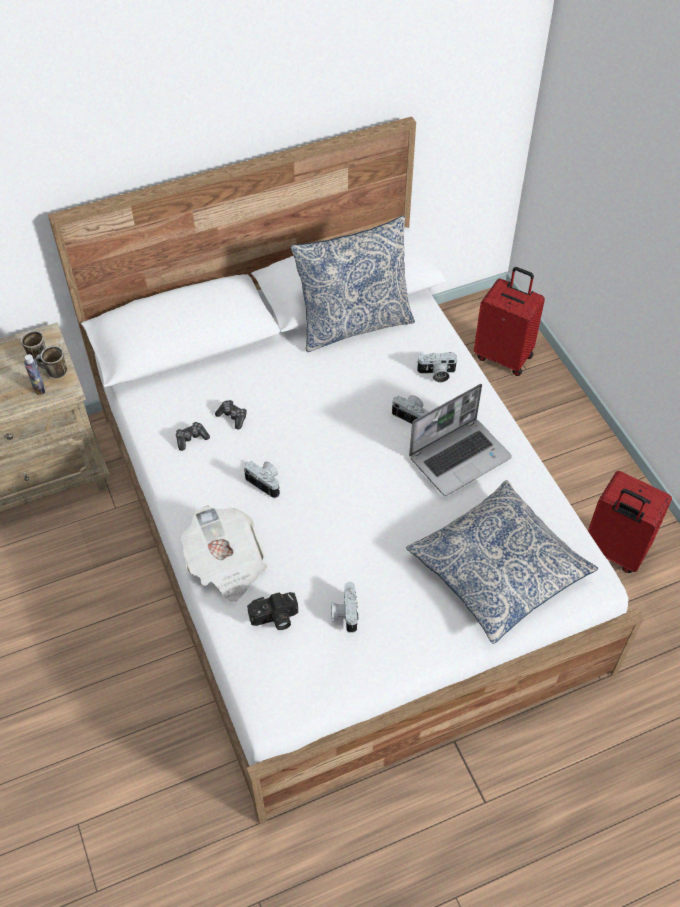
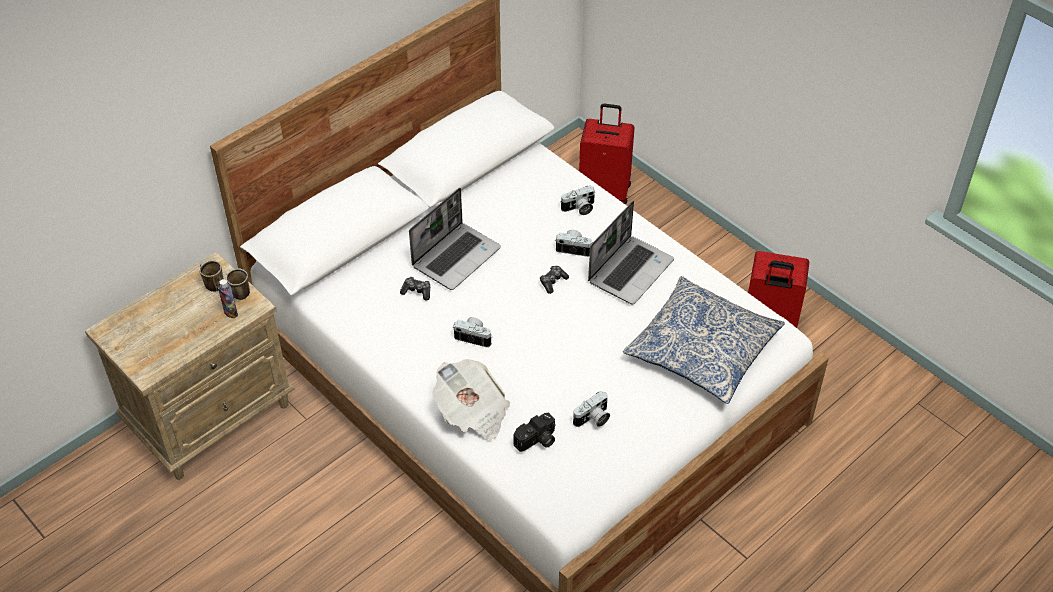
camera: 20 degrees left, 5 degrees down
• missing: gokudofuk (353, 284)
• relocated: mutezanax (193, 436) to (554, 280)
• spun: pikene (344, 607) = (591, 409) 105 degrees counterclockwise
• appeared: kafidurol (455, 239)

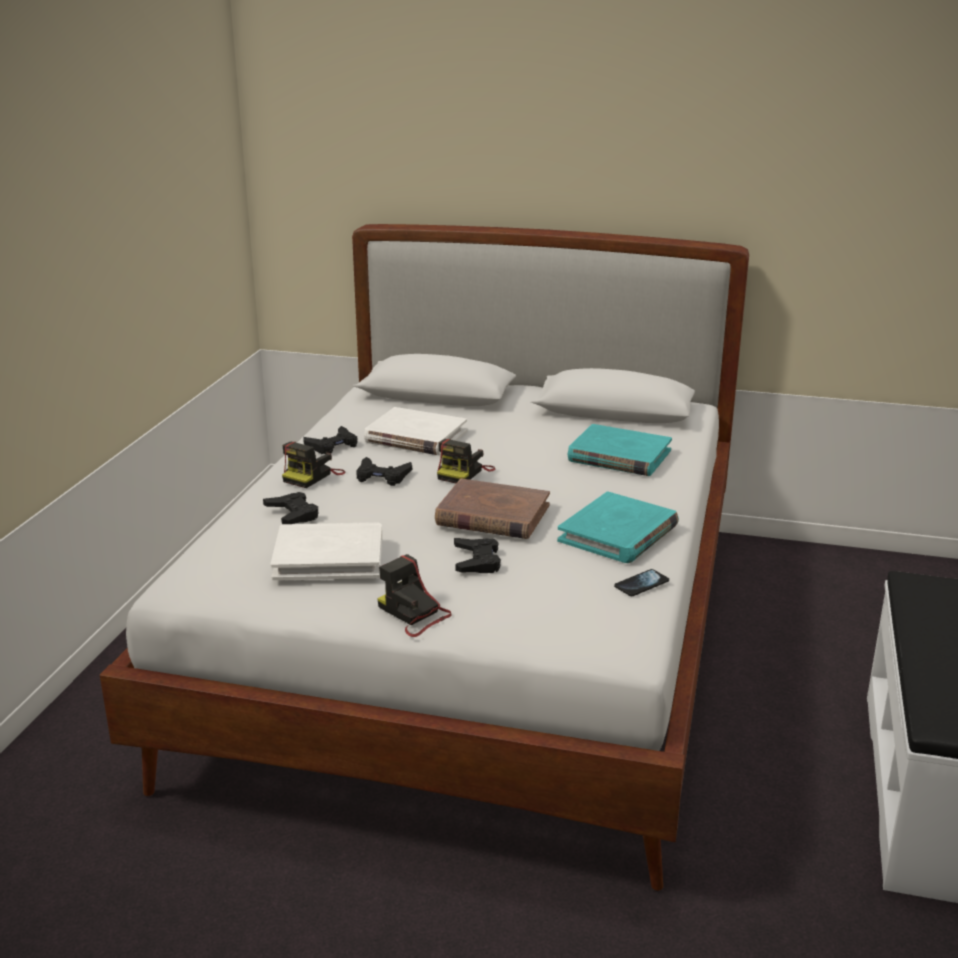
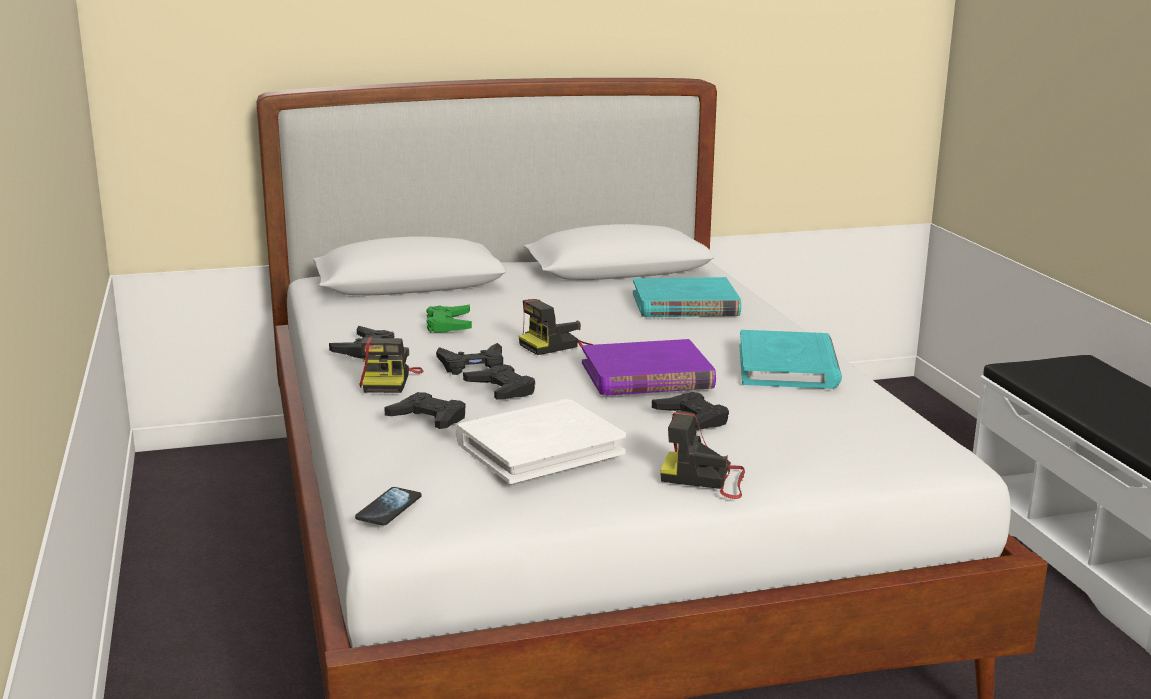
camera: 30 degrees left, 5 degrees down
• exchanged: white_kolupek (415, 431) to green_mutezanax (449, 318)
• spun: pikene (466, 461) = (556, 327) 60 degrees clockwise
• colour: brown_kolupek (492, 509) to purple_kolupek (649, 367)
• relocated: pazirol (641, 582) to (388, 506)
• appeared: black_mutezanax (499, 382)

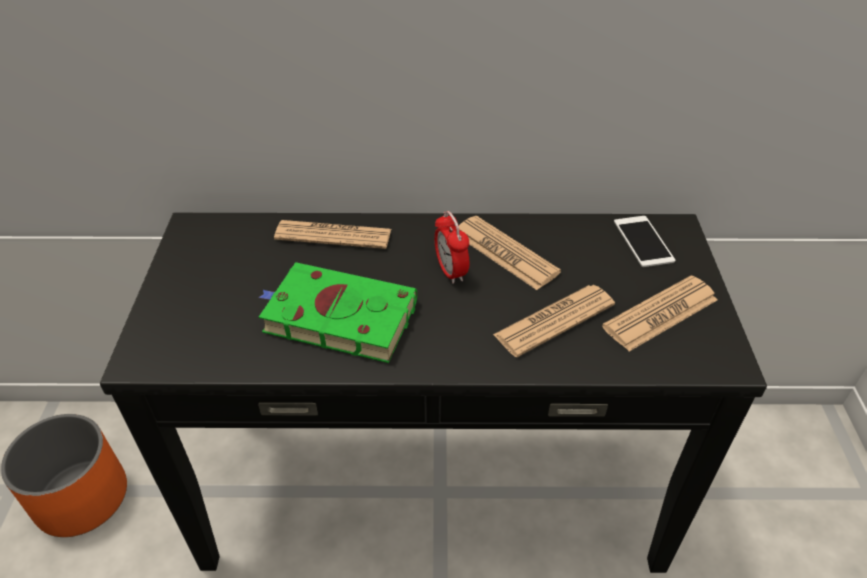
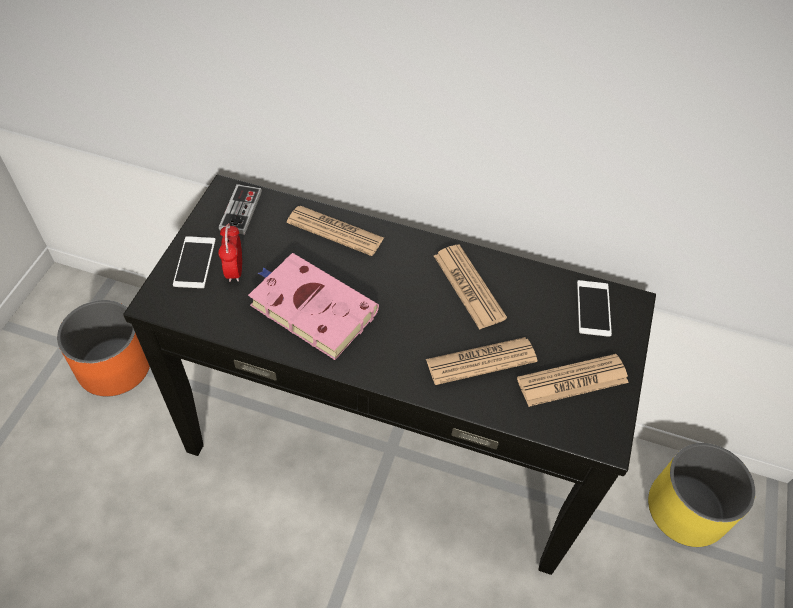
camera: 15 degrees right, 10 degrees up
• relocated: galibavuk (451, 247) to (230, 252)
• colour: green_kolupek (337, 312) to pink_kolupek (313, 306)
• appeared: mutezanax (240, 209)
• appeared: pazirol (194, 262)
• appeared: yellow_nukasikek (702, 495)

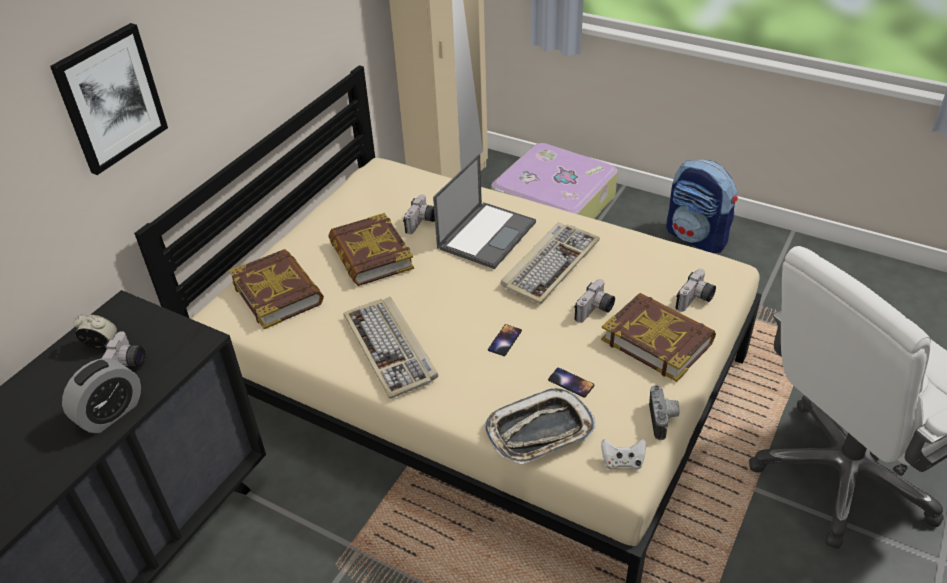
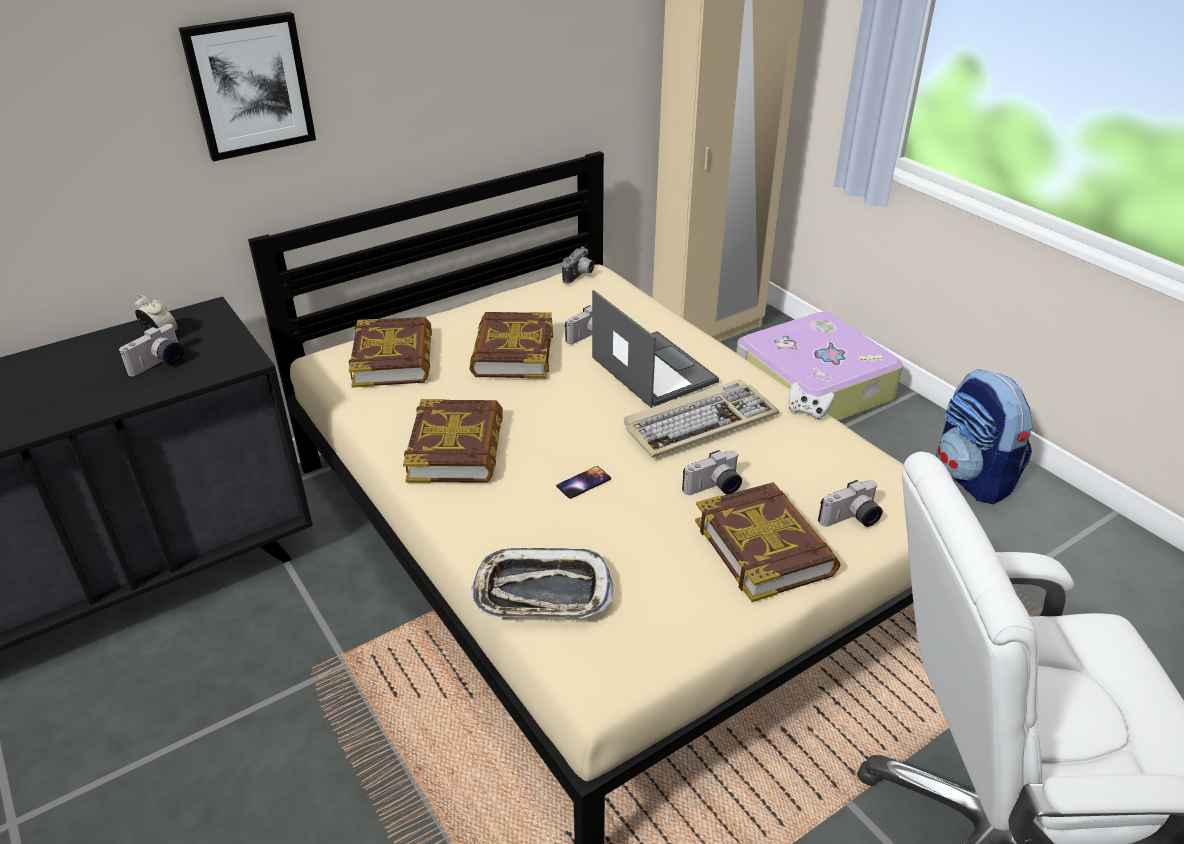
camera: 25 degrees right, 5 degrees down
• spun: kafidurol (484, 211) = (655, 349) 90 degrees counterclockwise
• exchanged: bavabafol (391, 348) to kolupek (453, 441)
• missing: galibavuk (101, 395)
• missing: pazirol (571, 383)
• relocated: pikene (664, 412) to (578, 265)
• relocated: white_mutezanax (623, 454) to (812, 400)

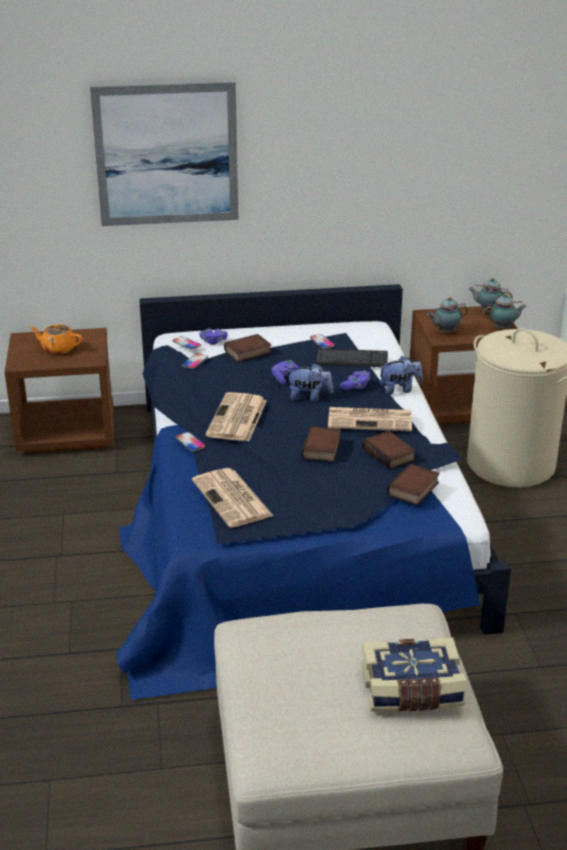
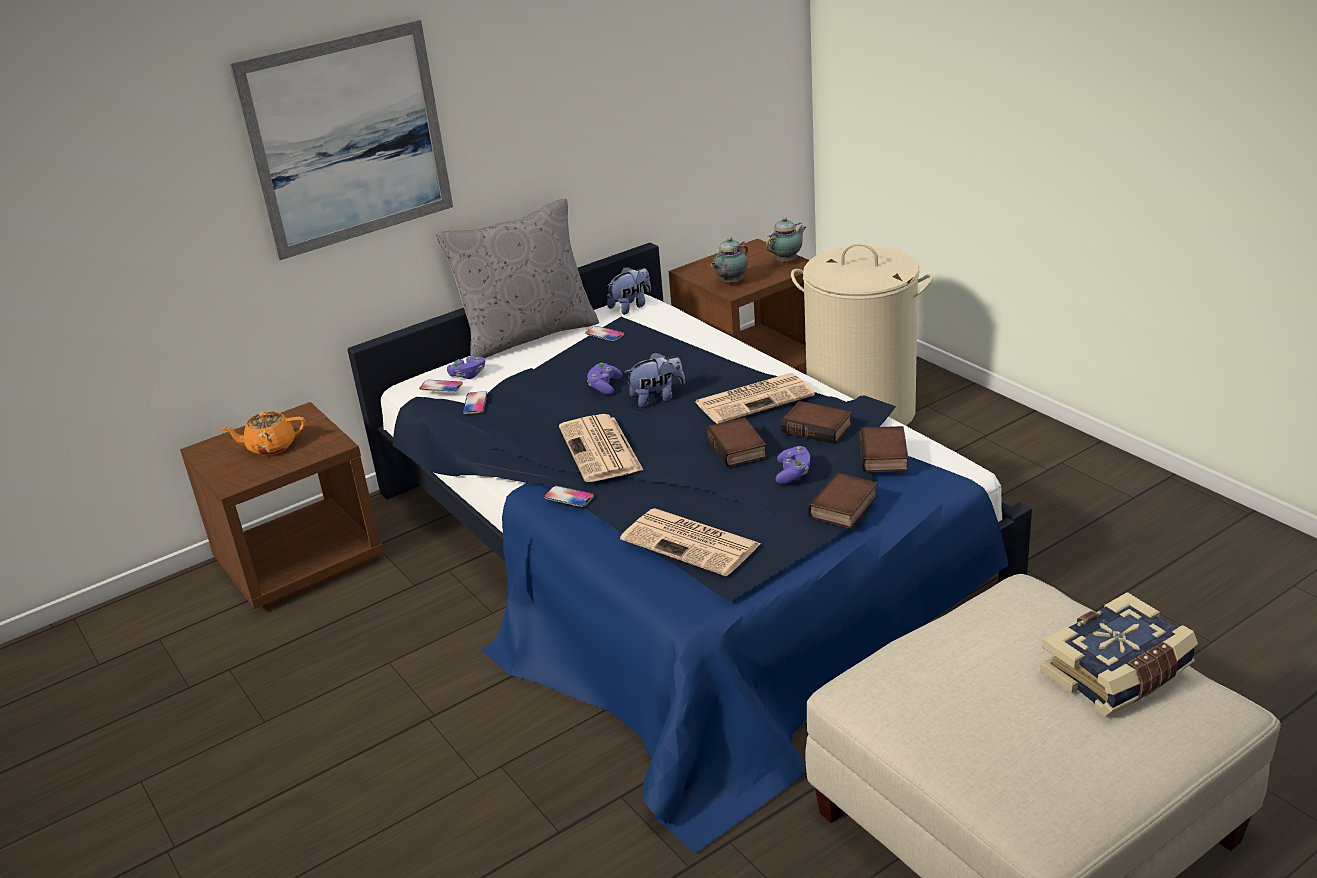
camera: 25 degrees left, 0 degrees up
• missing: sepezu (491, 295)
• relocated: kolupek (248, 348) to (843, 500)
• missing: bavabafol (352, 358)
• relocated: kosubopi (401, 375) to (629, 291)
• relocated: purple_mutezanax (355, 380) to (793, 465)
• appeared: grey_gokudofuk (517, 279)

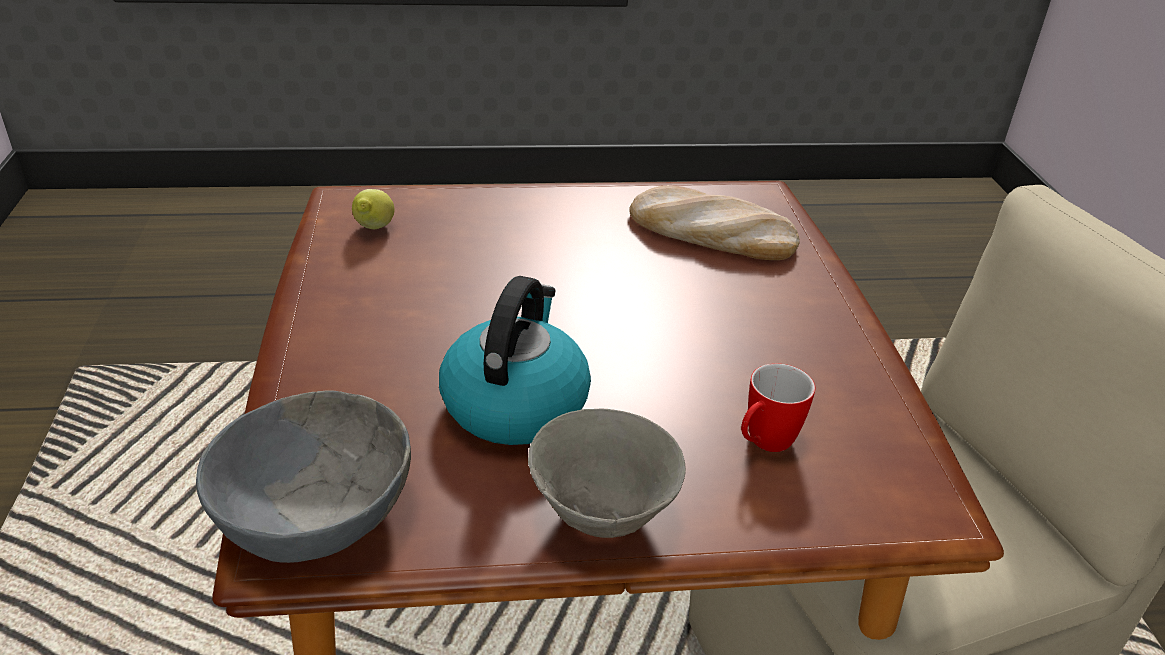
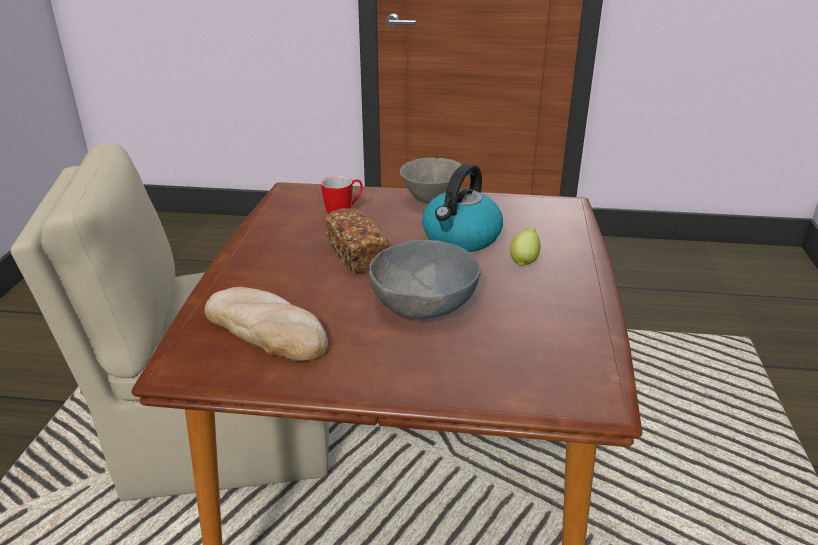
camera: 165 degrees left, 5 degrees down
• relocated: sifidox (373, 209) to (525, 247)
• relocated: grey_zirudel (303, 476) to (425, 279)
• appeared: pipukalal (357, 241)

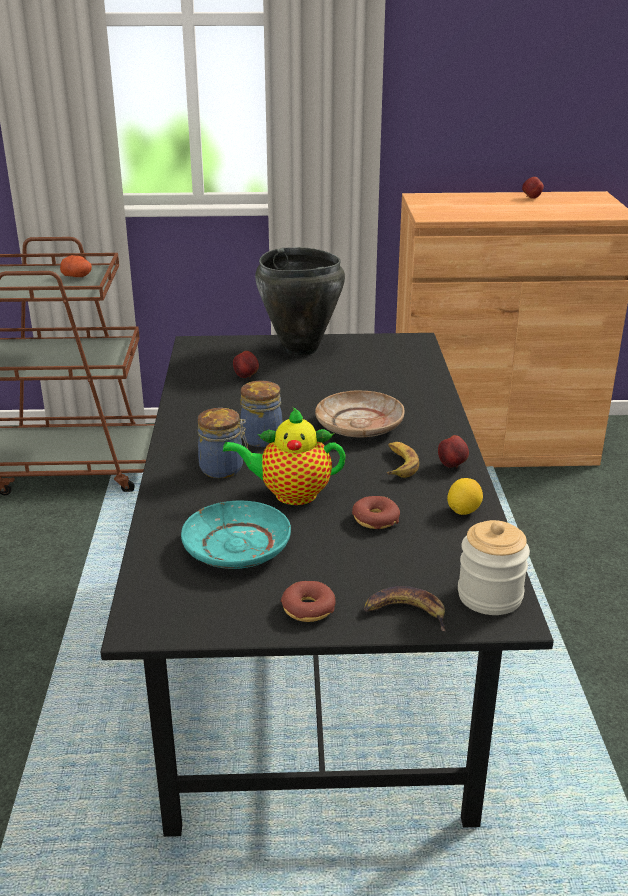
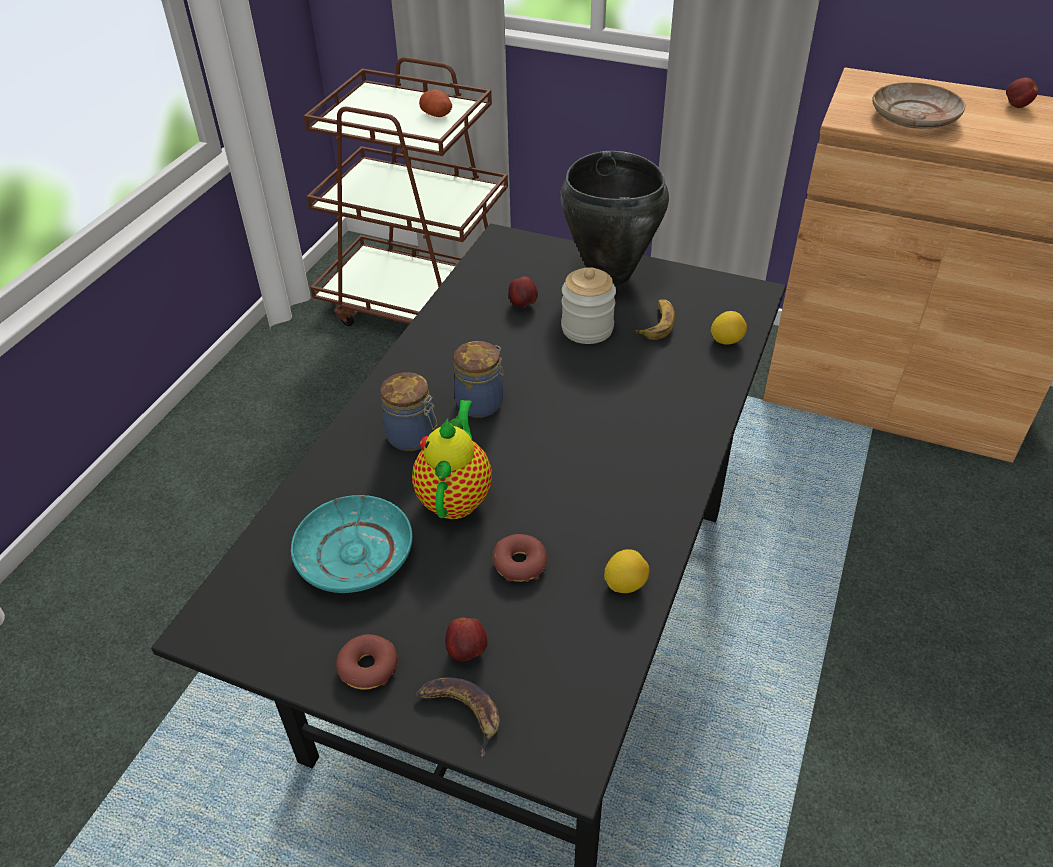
camera: 25 degrees right, 15 degrees up
• relocated: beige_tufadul (360, 414) to (919, 105)
• spun: sepezu (284, 456) = (452, 459) 75 degrees clockwise
• relocated: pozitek (453, 452) to (466, 639)
• relocated: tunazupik (403, 460) to (655, 319)
• relocated: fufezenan (494, 567) to (588, 305)
• appeared: sifidox (729, 328)

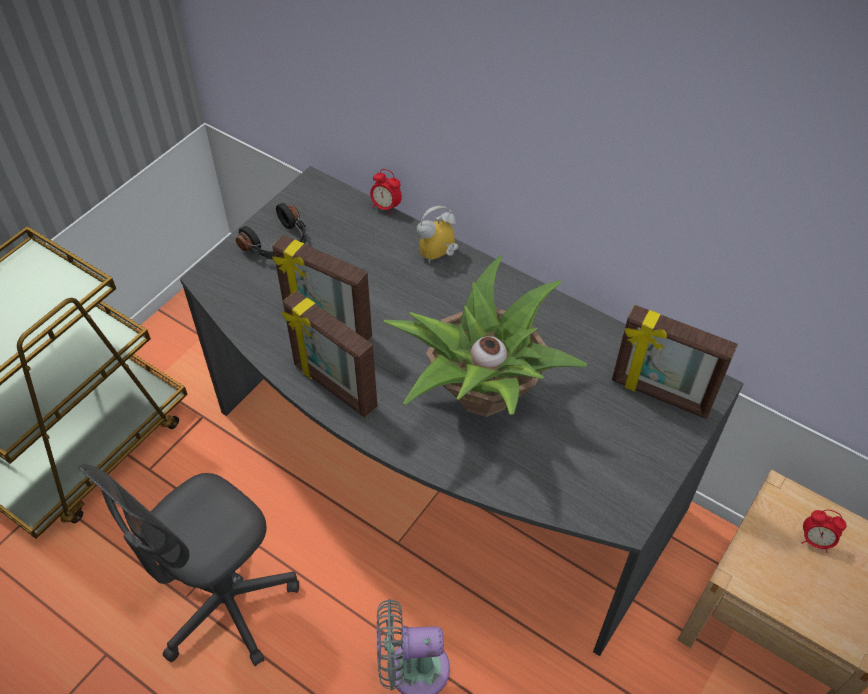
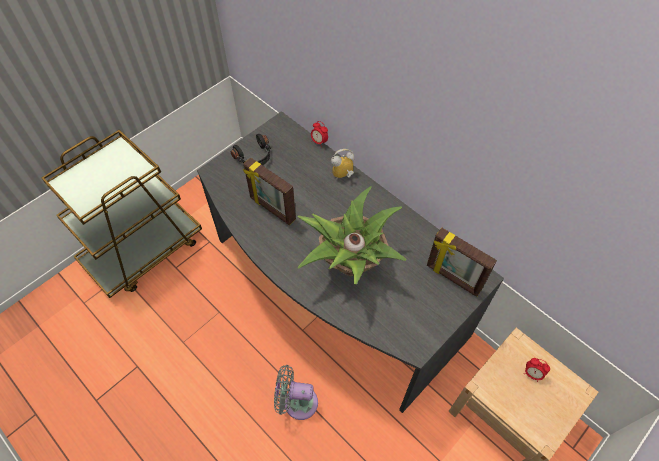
camera: 10 degrees right, 5 degrees up
• missing: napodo (329, 353)
• missing: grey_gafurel (189, 565)

